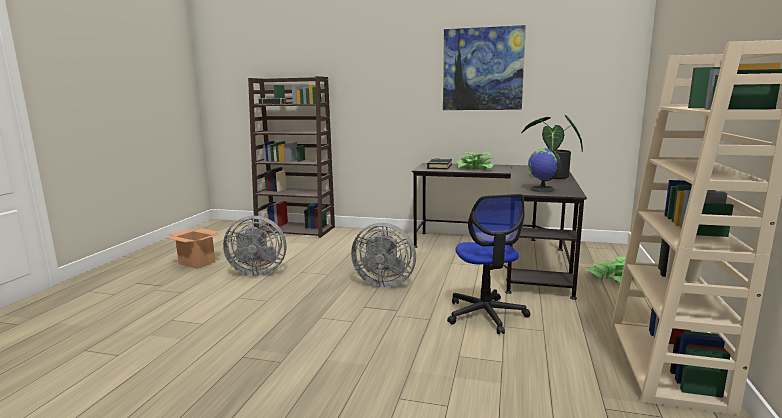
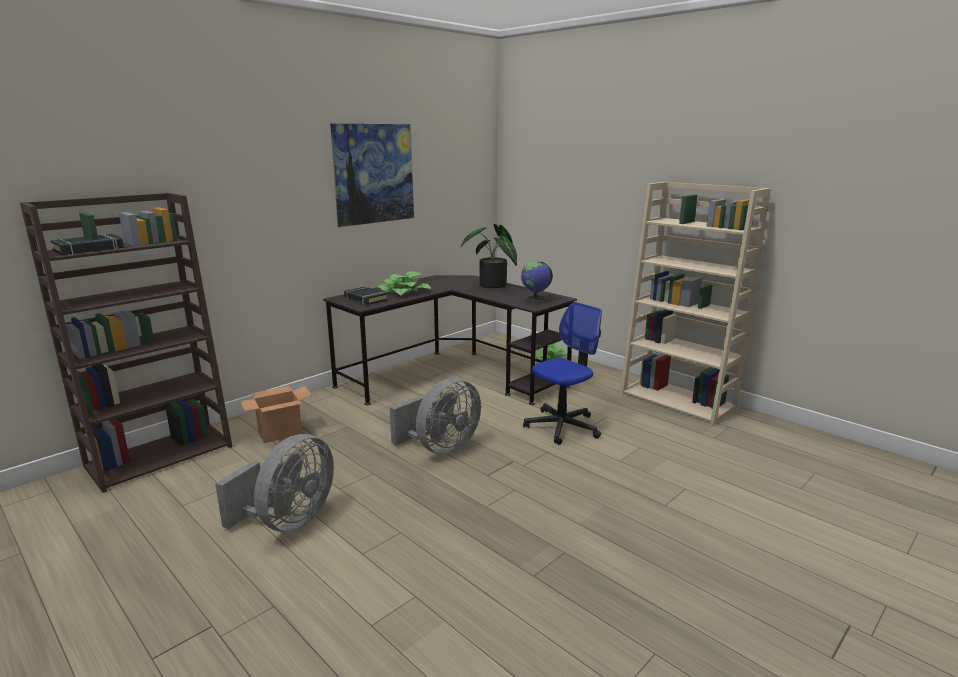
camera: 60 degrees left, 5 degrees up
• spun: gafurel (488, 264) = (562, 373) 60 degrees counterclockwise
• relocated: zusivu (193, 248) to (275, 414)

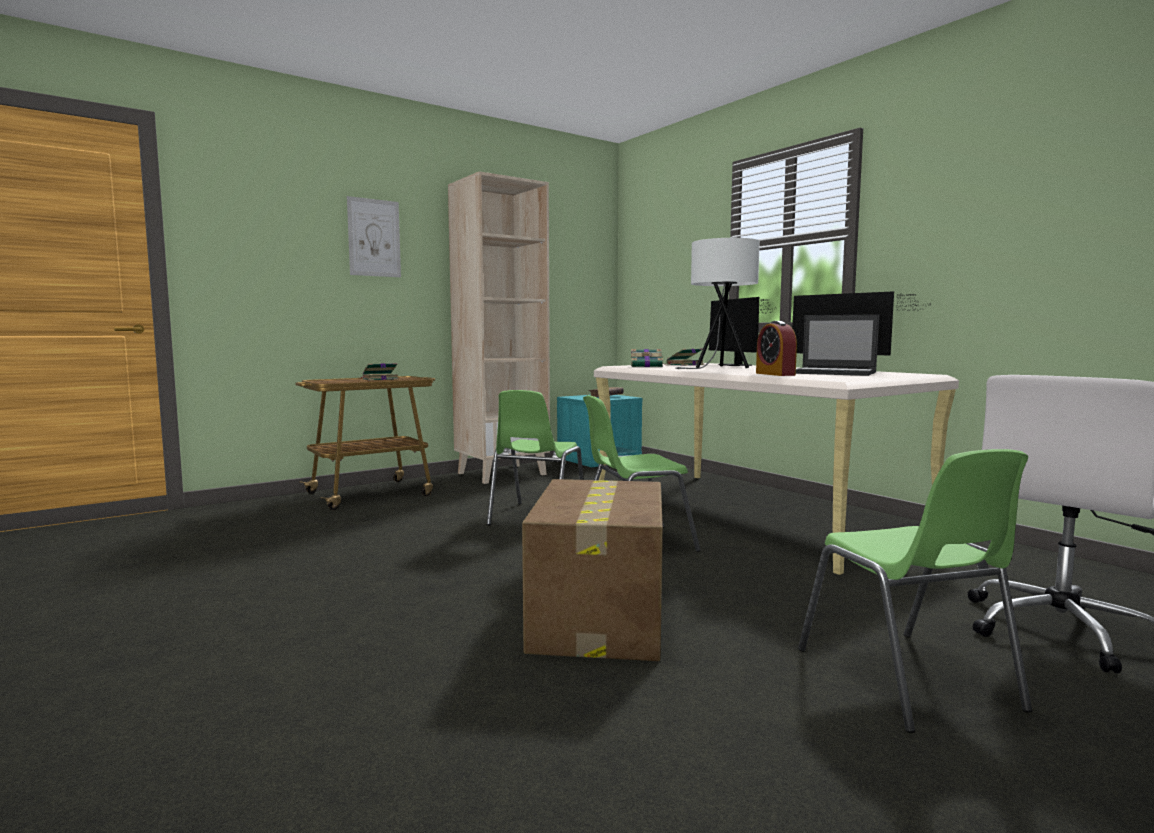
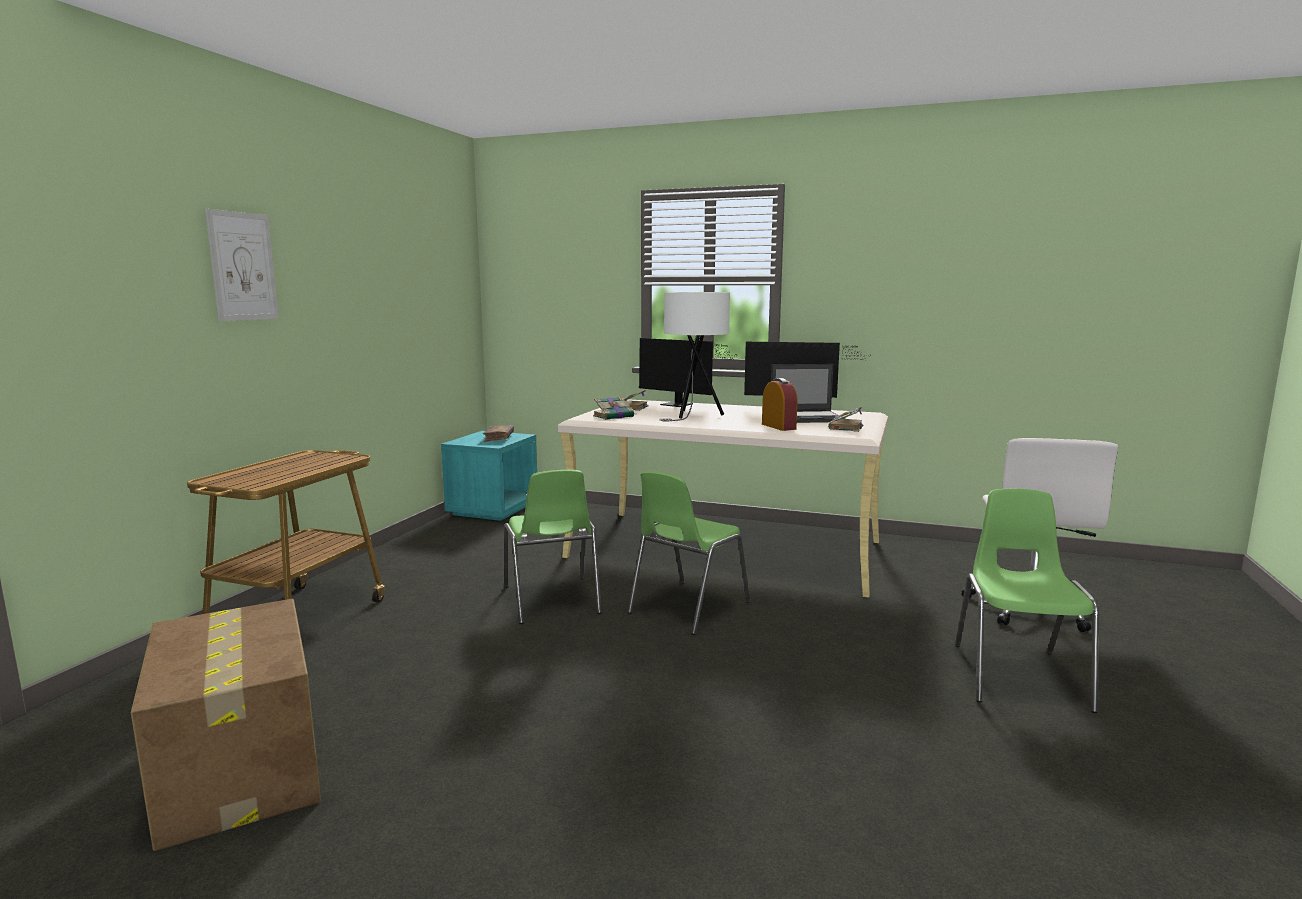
camera: 35 degrees left, 5 degrees up
• missing: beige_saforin (499, 327)
• spun: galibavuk (776, 348) = (780, 404) 150 degrees counterclockwise
• relocated: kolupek (380, 372) to (845, 419)
• spun: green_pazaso (915, 591) = (1027, 600) 120 degrees counterclockwise
• relocated: zusivu (592, 570) to (226, 725)

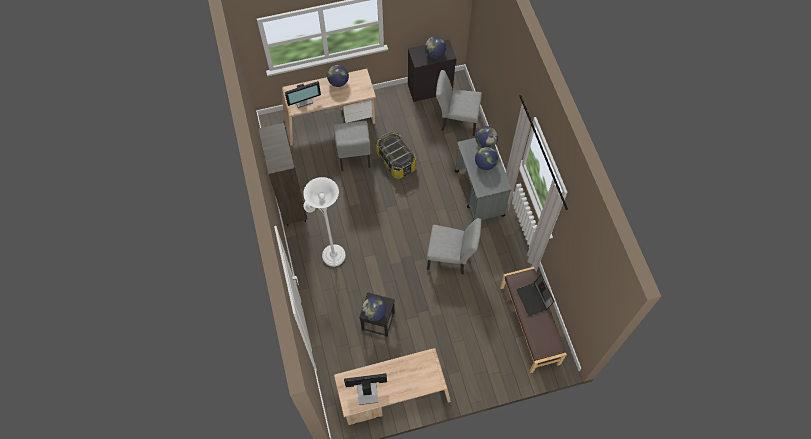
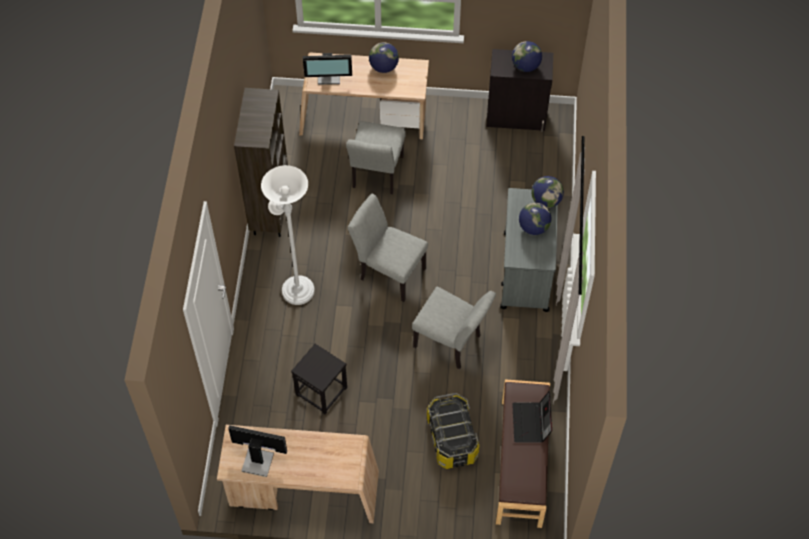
camera: 20 degrees right, 5 degrees down
• relocated: grey_pazaso (459, 103) to (387, 248)
• relocated: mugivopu (396, 155) to (453, 431)
• missing: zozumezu (374, 309)

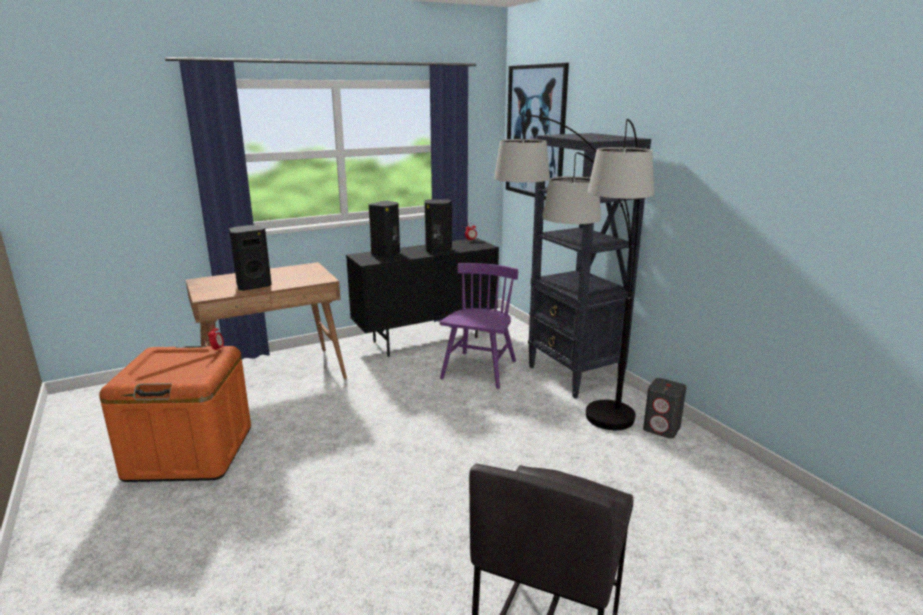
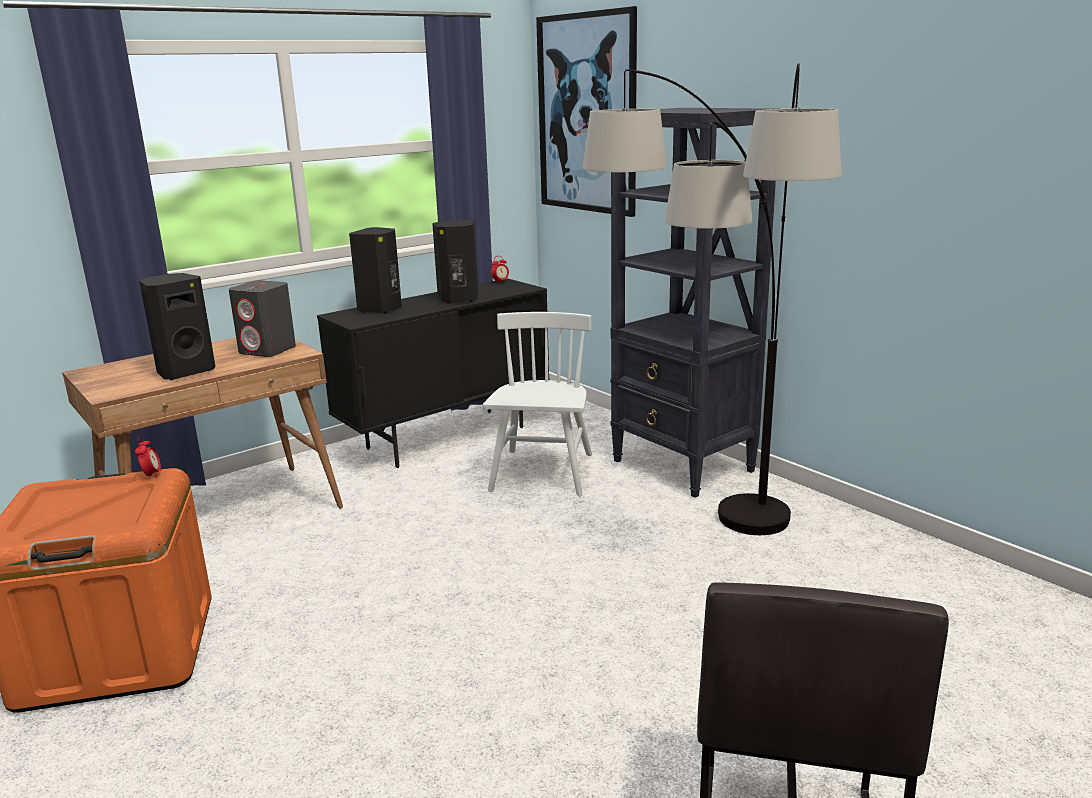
camera: 10 degrees left, 0 degrees up
• colour: purple_pazaso (479, 326) to white_pazaso (537, 404)
• relocated: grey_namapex (665, 408) to (262, 318)

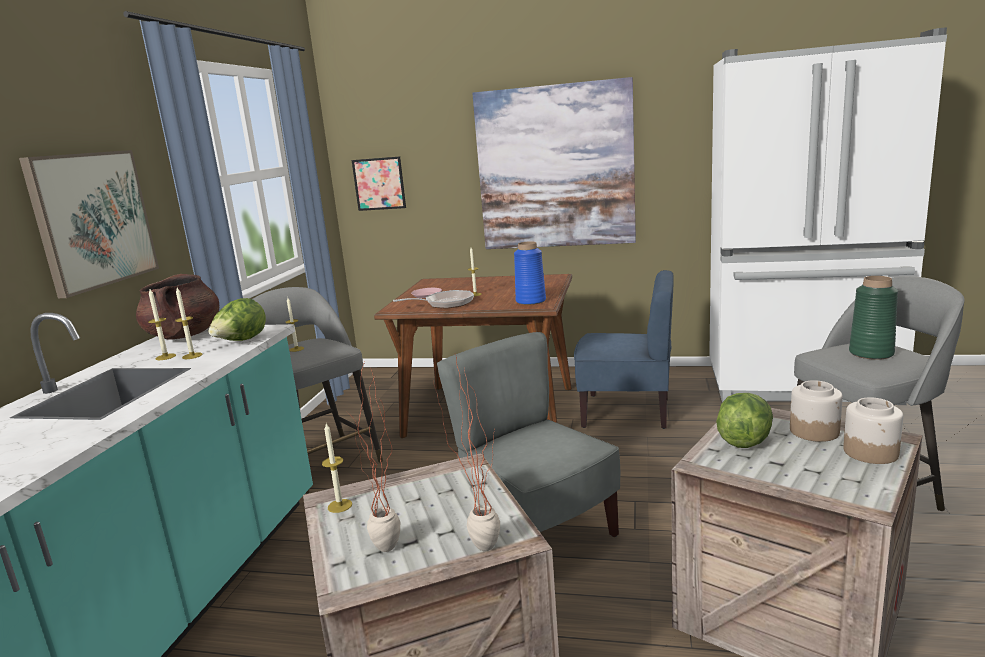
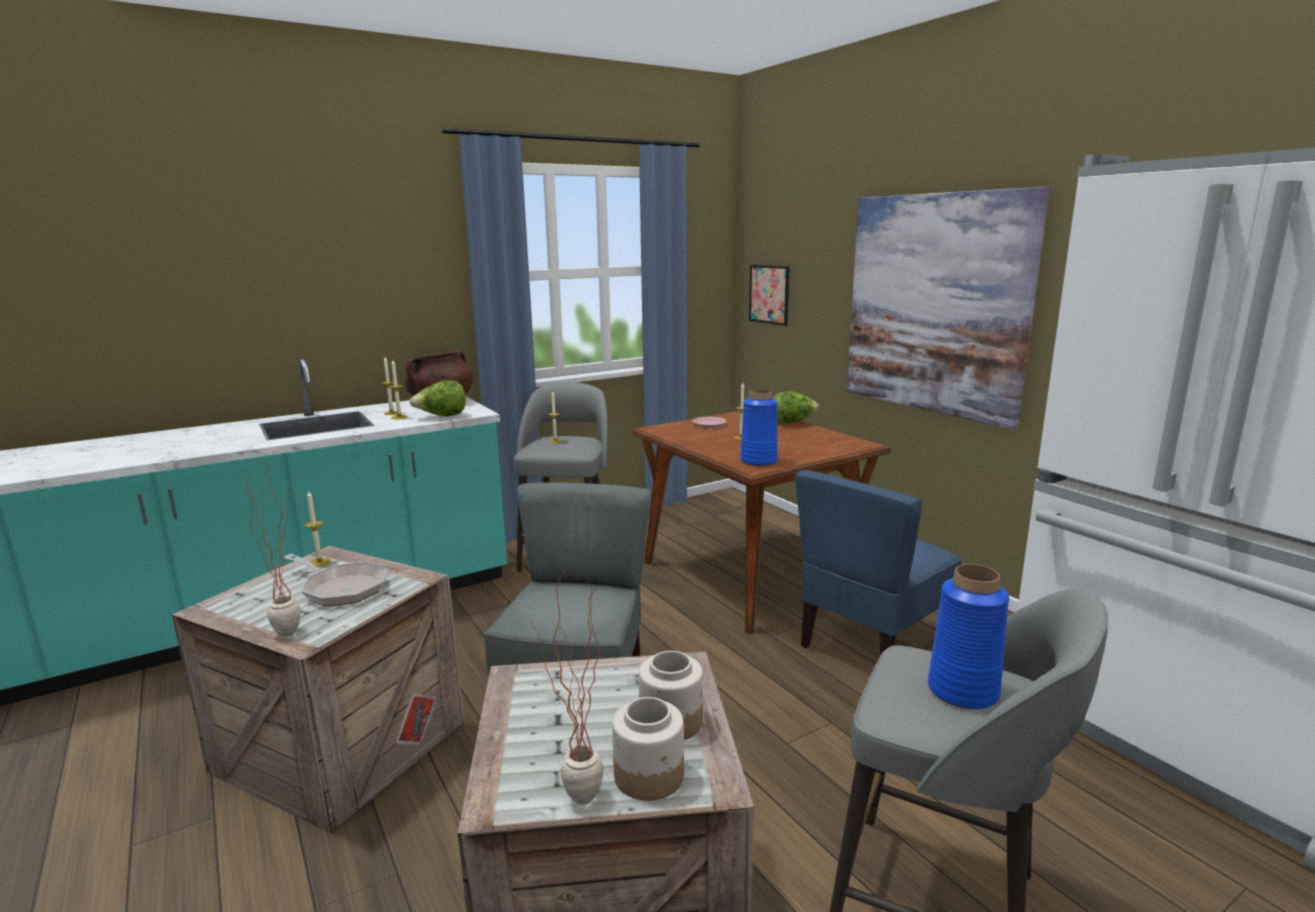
camera: 45 degrees right, 0 degrees up
• missing: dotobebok (89, 224)
• spun: blue_pazaso (624, 349) = (878, 562) 75 degrees clockwise
• colour: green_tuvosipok (873, 318) to blue_tuvosipok (968, 637)
• relocated: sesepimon (433, 299) to (335, 580)
• relocated: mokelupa (374, 457) to (567, 685)
• relocated: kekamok (744, 420) to (796, 407)

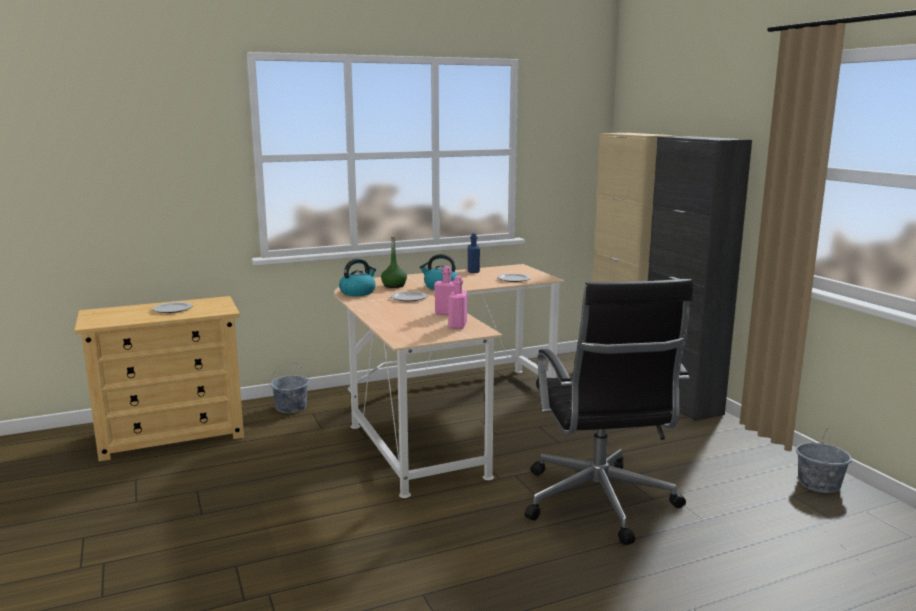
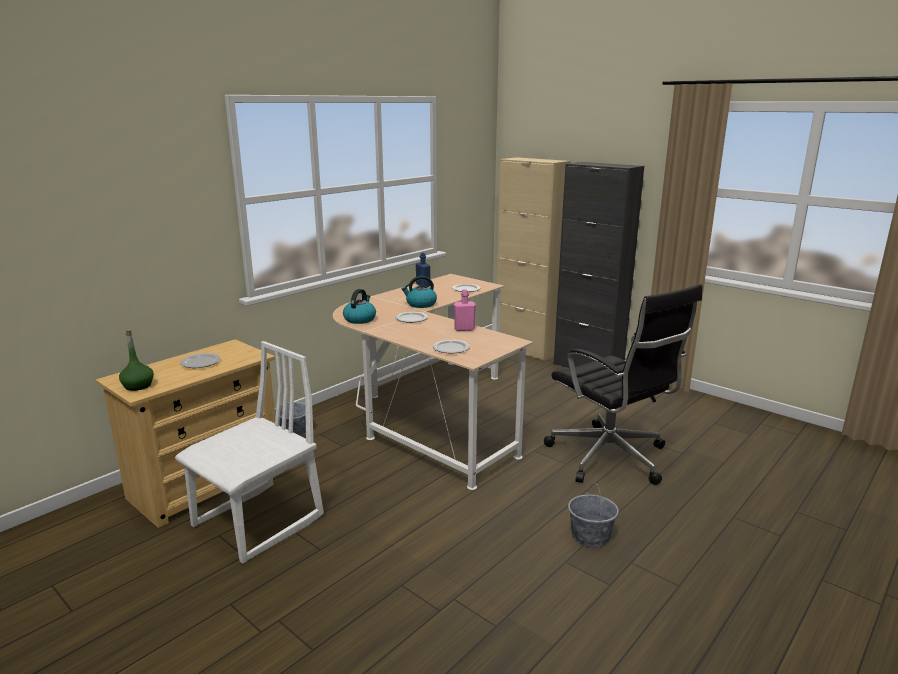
camera: 25 degrees left, 5 degrees up
• relocated: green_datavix (394, 262) to (136, 360)
• missing: pink_datavix (458, 302)
• relocated: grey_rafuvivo (824, 460) to (593, 515)
• appeared: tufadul (451, 347)
• appeared: white_pazaso (249, 452)

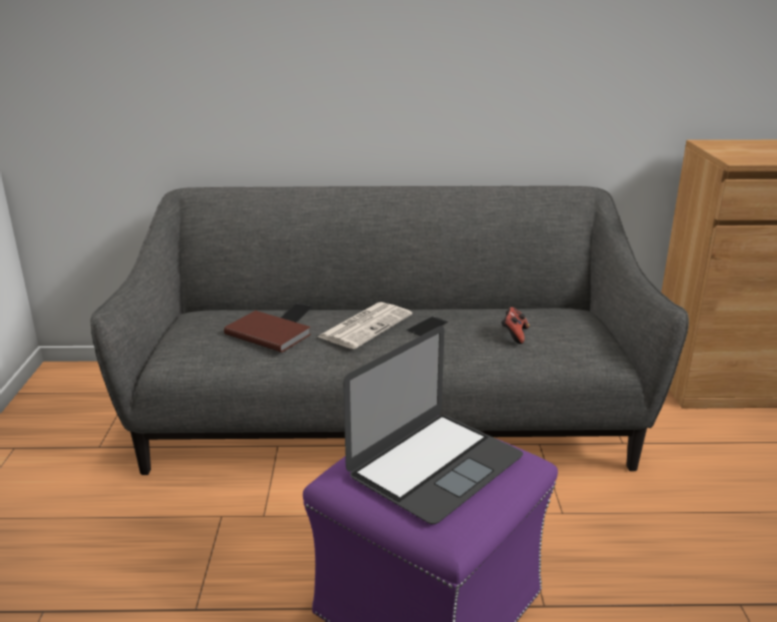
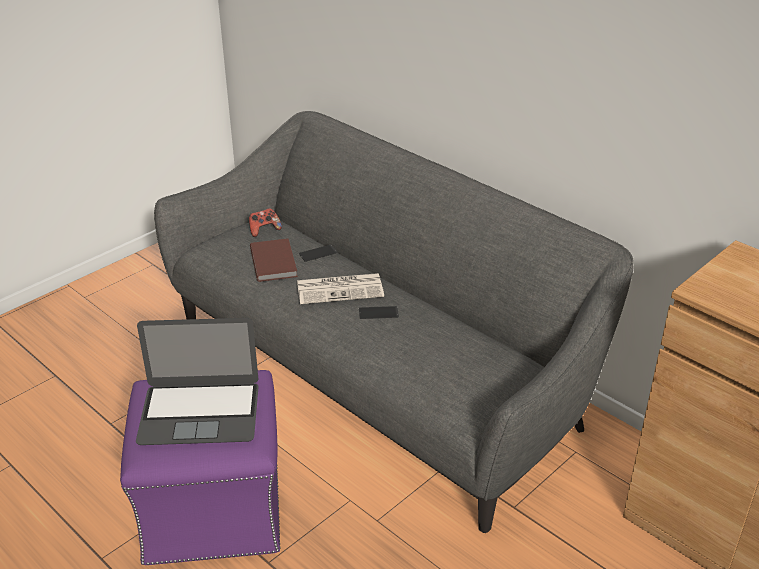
camera: 45 degrees right, 10 degrees up
• relocated: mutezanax (515, 325) to (265, 222)

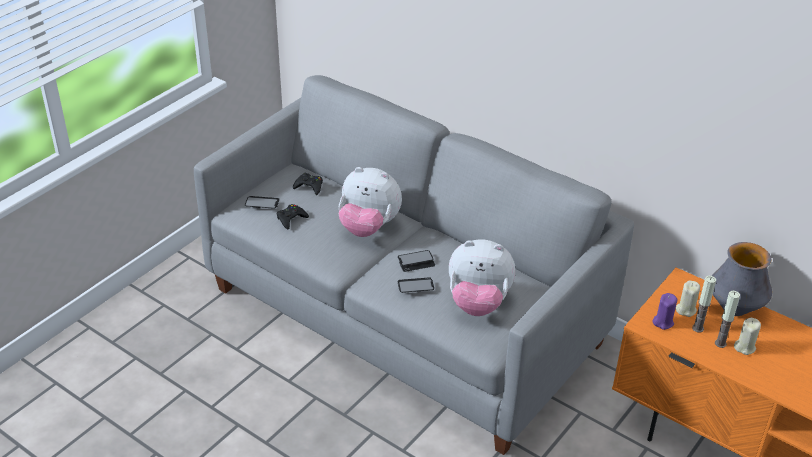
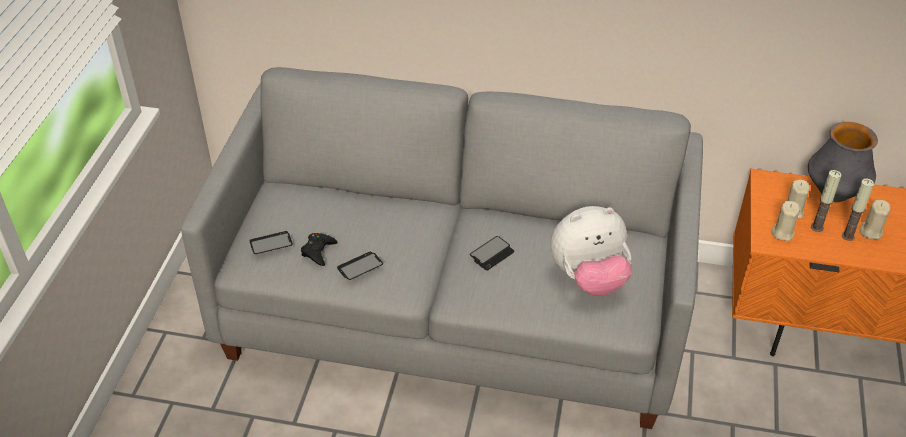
camera: 25 degrees left, 5 degrees up
• missing: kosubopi (370, 202)
• missing: black_mutezanax (308, 184)
• relocated: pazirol (416, 285) to (360, 265)
• colour: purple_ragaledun (664, 311) to beige_ragaledun (785, 221)

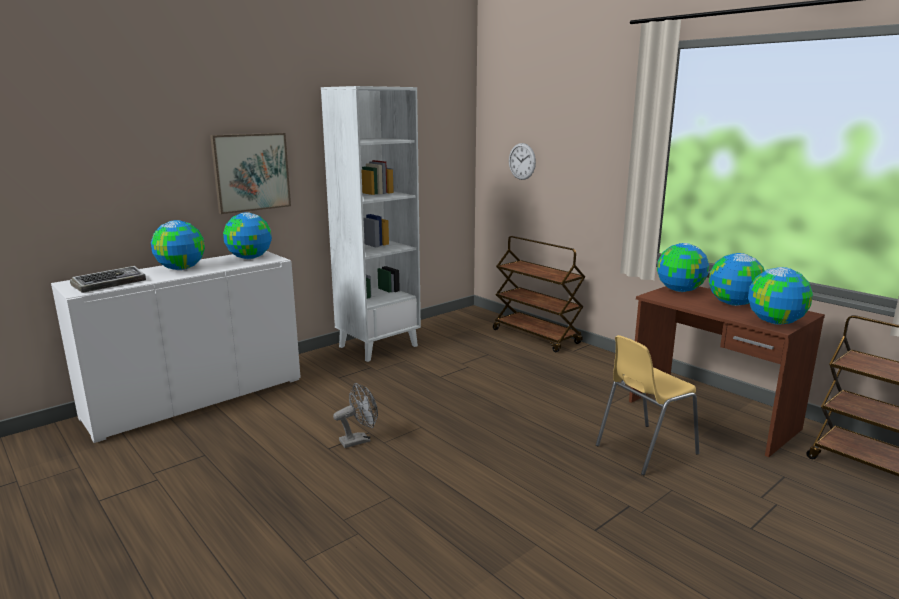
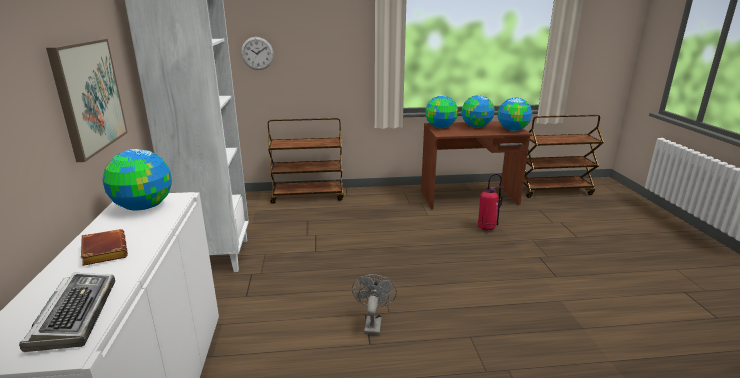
camera: 55 degrees left, 5 degrees up
• exchanged: zozumezu (178, 245) to brown_kolupek (104, 247)
• exchanged: yellow_pazaso (647, 405) to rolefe (491, 202)

